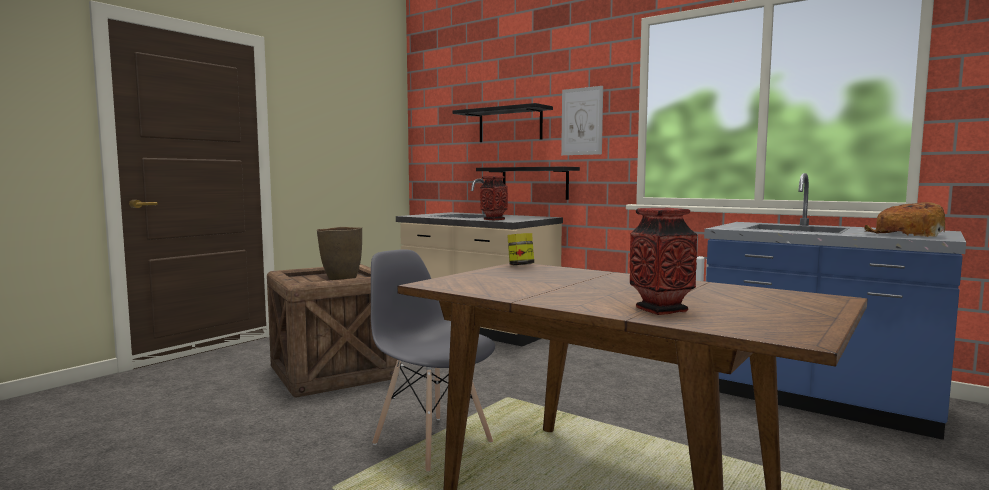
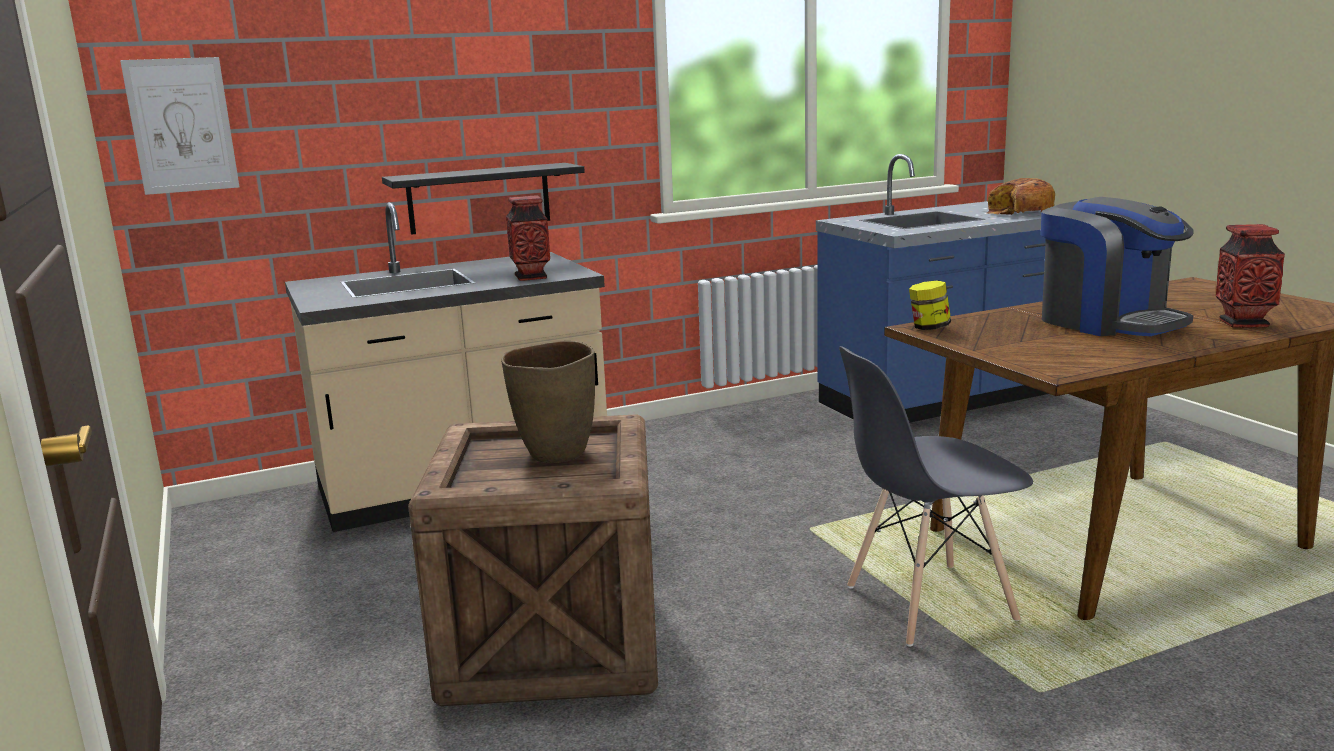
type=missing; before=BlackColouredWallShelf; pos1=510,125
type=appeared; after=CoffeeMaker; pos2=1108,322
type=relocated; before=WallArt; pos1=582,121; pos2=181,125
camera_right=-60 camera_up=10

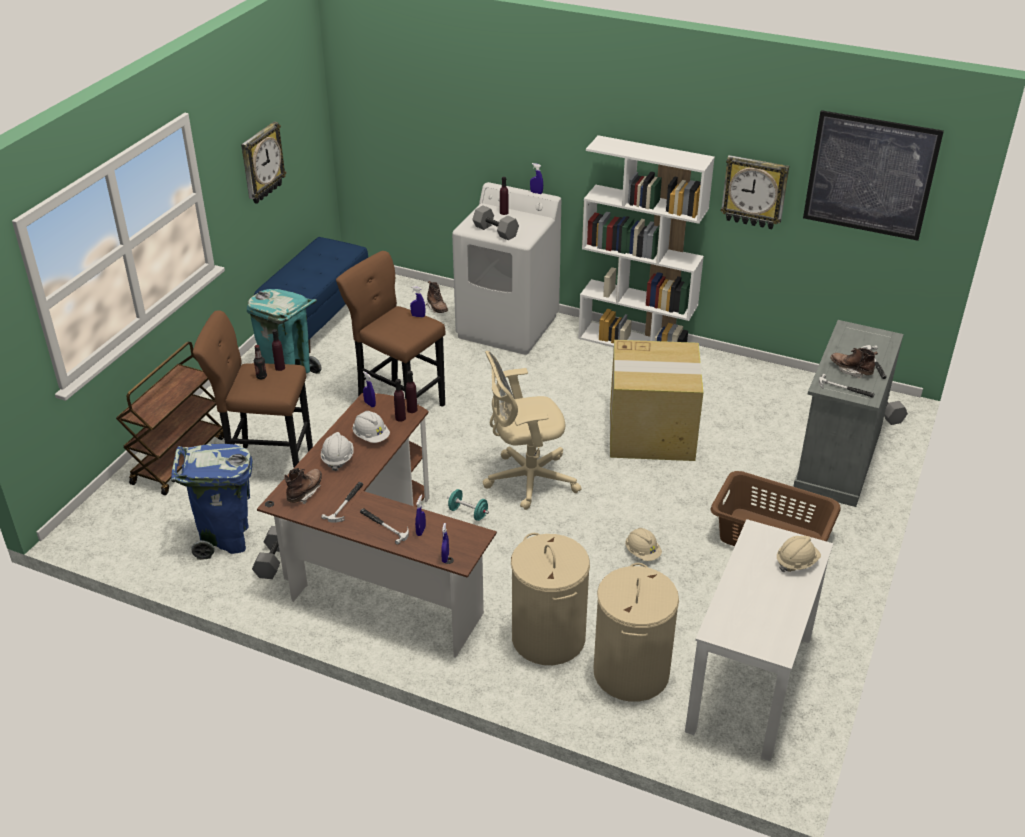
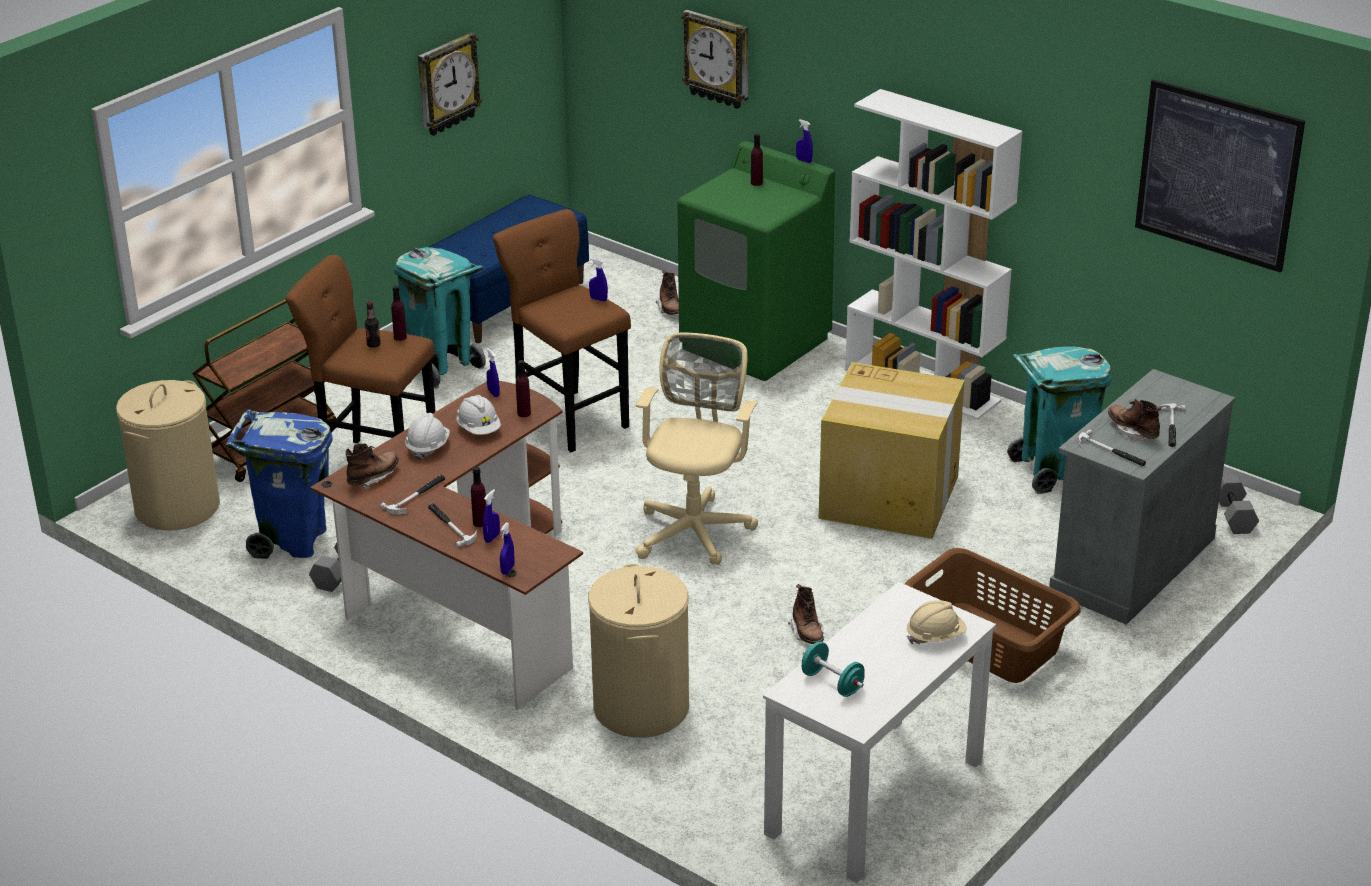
type=missing; before=GrayDumbbell; pos1=496,231
type=appeared; after=TurquoiseColouredWasteBin; pos2=1052,471
type=relocated; before=PurpleBeverageBottle; pos1=412,410; pos2=480,523
type=relocated; before=TurquoiseColouredDumbbell; pos1=468,513; pos2=832,683
type=relocated; before=SandColouredLaundryBasket; pos1=630,672; pos2=177,507
type=relocated; before=WallClock; pos1=754,192; pos2=718,59
type=exchanged; before=SandColouredWorkHelmet; after=BrownishBoot; pos1=642,553; pos2=807,634
type=colour; before=WhiteWashingMachine; after=GreenColouredWashingMachine; pos1=508,327; pos2=755,343
type=spun; before=SandColouredOfficeChair; pos1=526,480; pos2=695,529; turn=105
camera_right=15 camera_up=-5

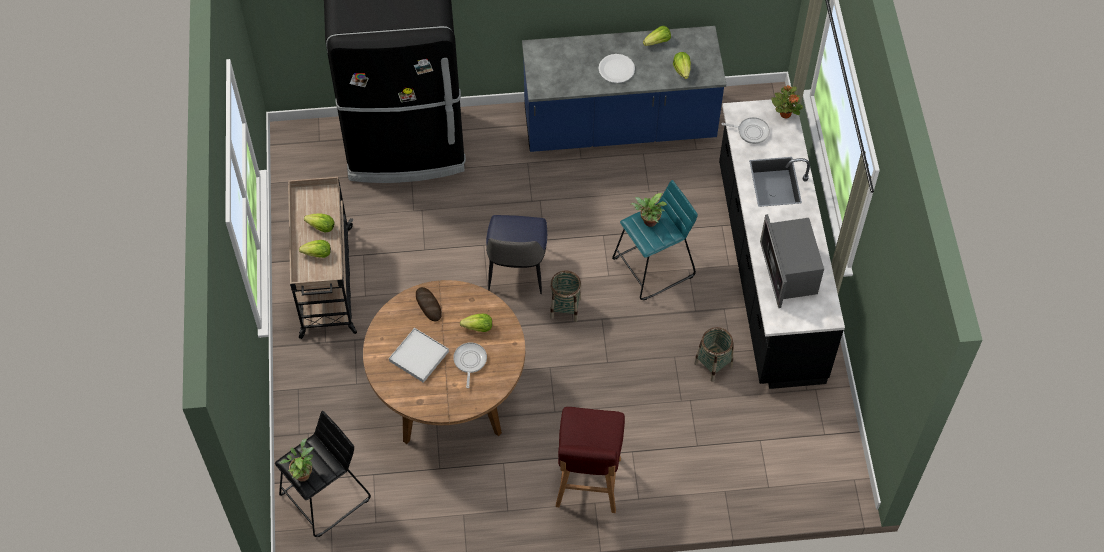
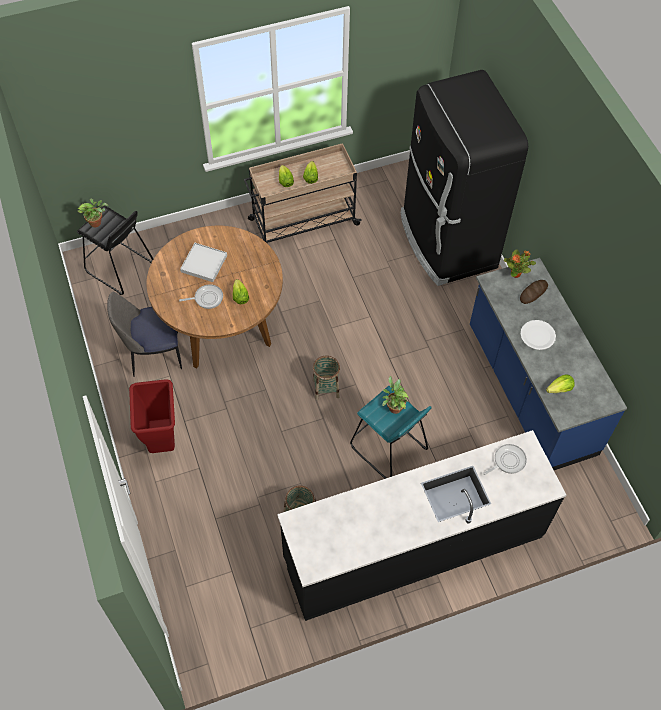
type=missing; before=HeadOfLettuce; pos1=657,42
type=missing; before=KitchenMicrowave; pos1=789,271
type=relocated; before=BakeryBread; pos1=428,305; pos2=533,293
type=relocated; before=Chair; pos1=516,271; pos2=153,354
type=relocated; before=Houseplant; pos1=785,113; pos2=516,273
type=exchanged; before=RedColouredStoolSeat; after=RedColouredWasteBin; pos1=588,484; pos2=161,440
type=spun; before=FryingPan; pos1=751,131; pos2=507,461; turn=-120
camera_right=75 camera_up=0

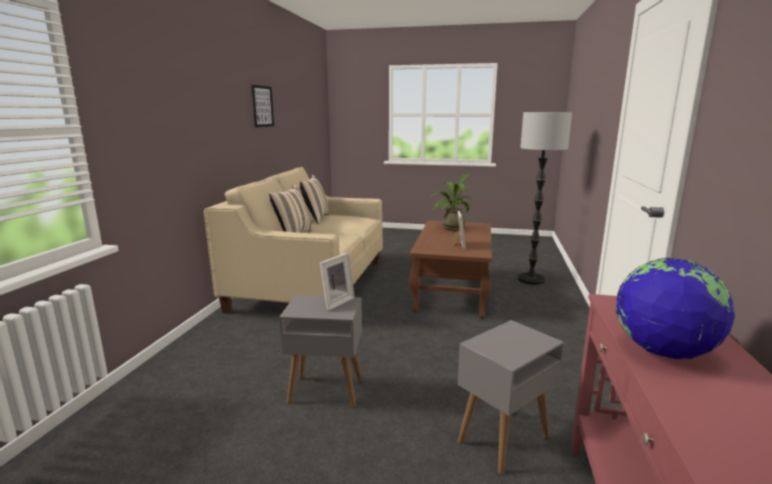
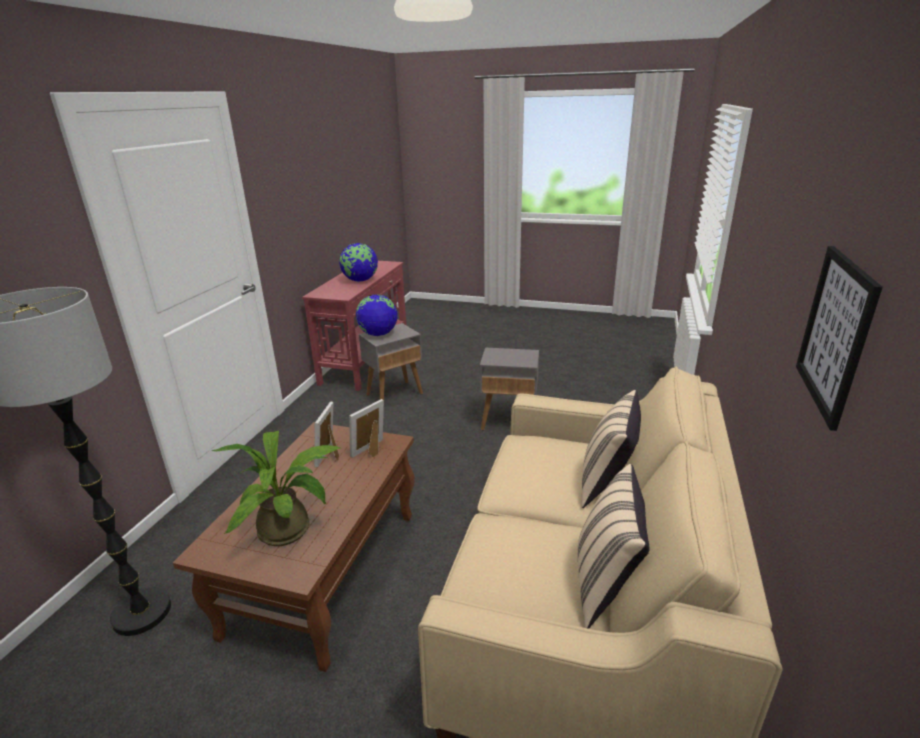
type=appeared; after=Globe; pos2=378,334
type=relocated; before=PictureFrame; pos1=335,302; pos2=371,451
camera_right=-175 camera_up=10

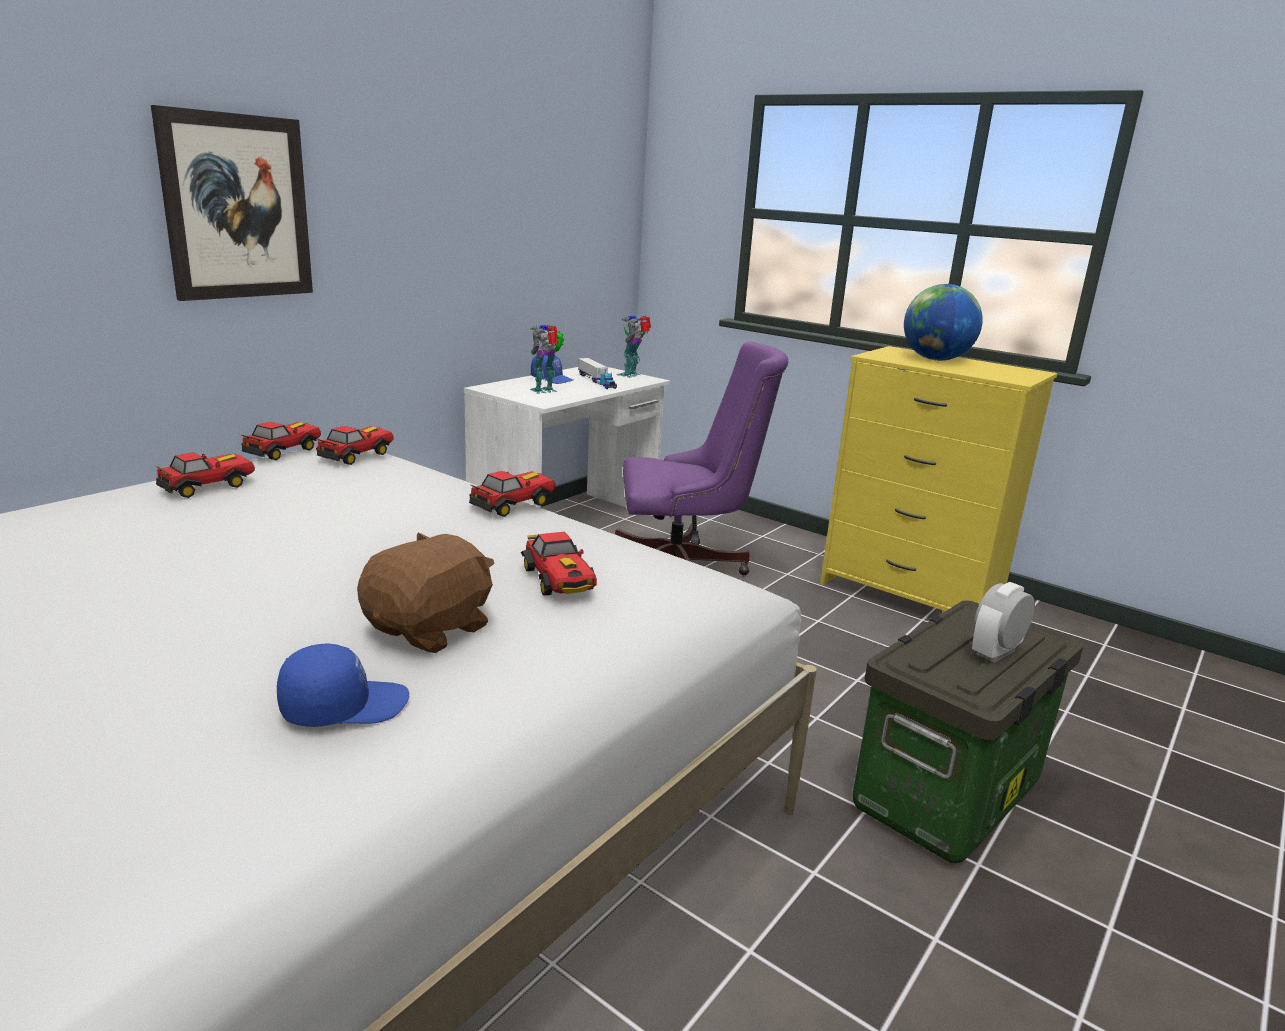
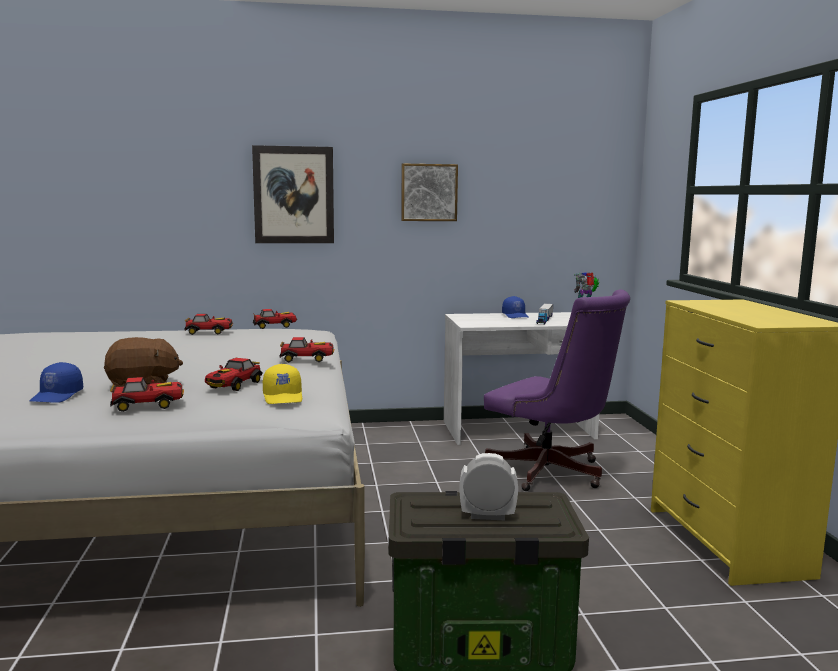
type=missing; before=RobotFigure; pos1=545,391
type=missing; before=Globe; pos1=935,360
type=appeared; after=YellowPeakedCap; pos2=284,397
type=appeared; after=WallArt; pos2=428,192
type=relocated; before=ToyCar; pos1=357,455; pos2=148,405
type=spun; before=BluePeakedCap; pos1=344,706; pos2=57,396; turn=75
camera_right=45 camera_up=-10

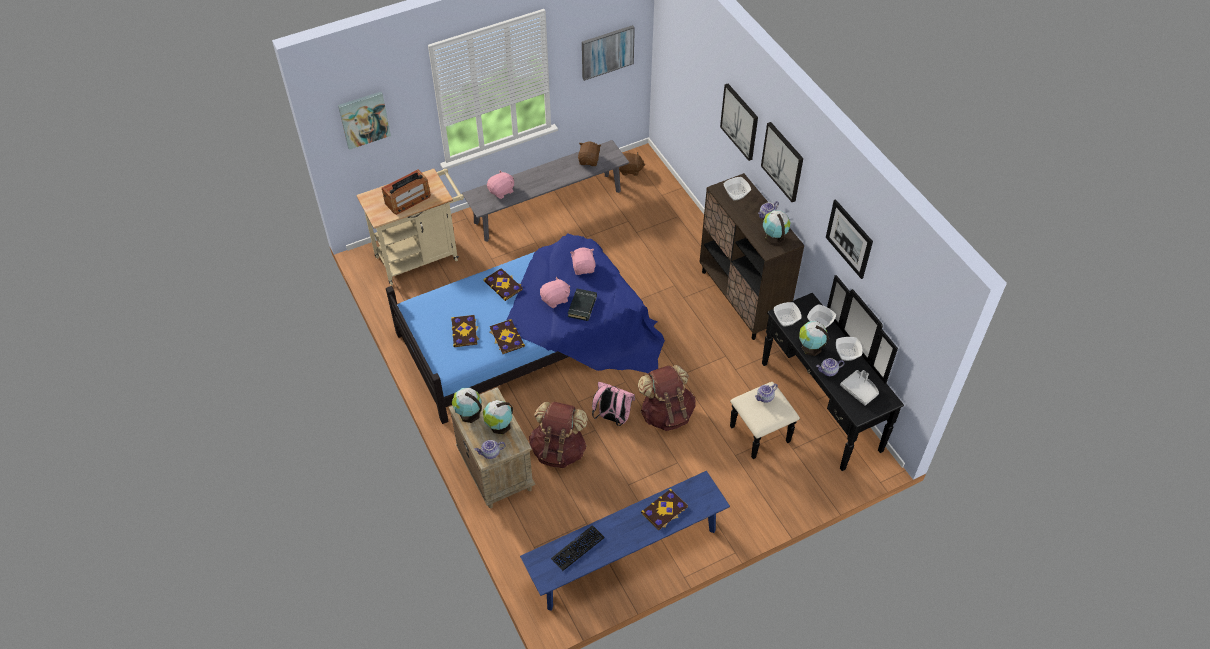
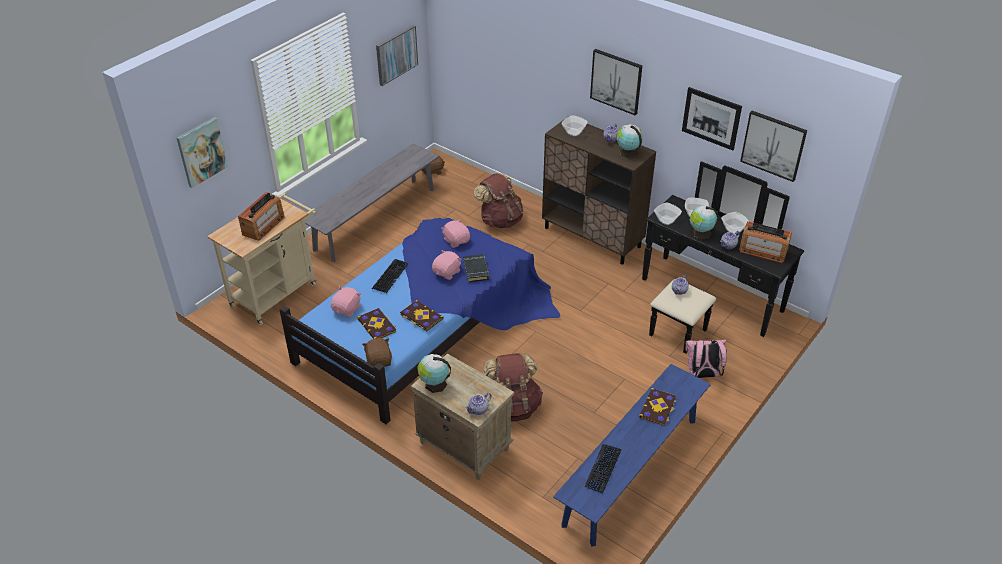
type=missing; before=Globe; pos1=499,426
type=relocated; before=PinkColouredPlushToy; pos1=501,191; pos2=347,309
type=relocated; before=BrownishPlushToy; pos1=589,160; pos2=379,361
type=relocated; before=PinkColouredRucksack; pos1=612,417; pos2=702,375
type=relocated; before=BrownishRucksack; pos1=666,413; pos2=500,220
type=relocated; before=WallArt; pos1=740,121; pos2=773,145
type=exchanged; before=BoundBook; after=Keyboard; pos1=503,285; pos2=390,276
type=exchanged; before=GrayTray; after=RadioReceiver; pos1=859,390; pos2=763,251
camera_right=-25 camera_up=-10

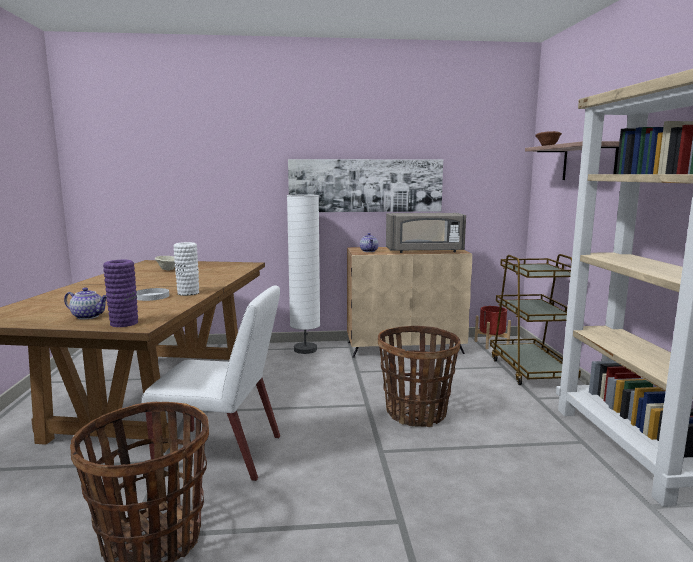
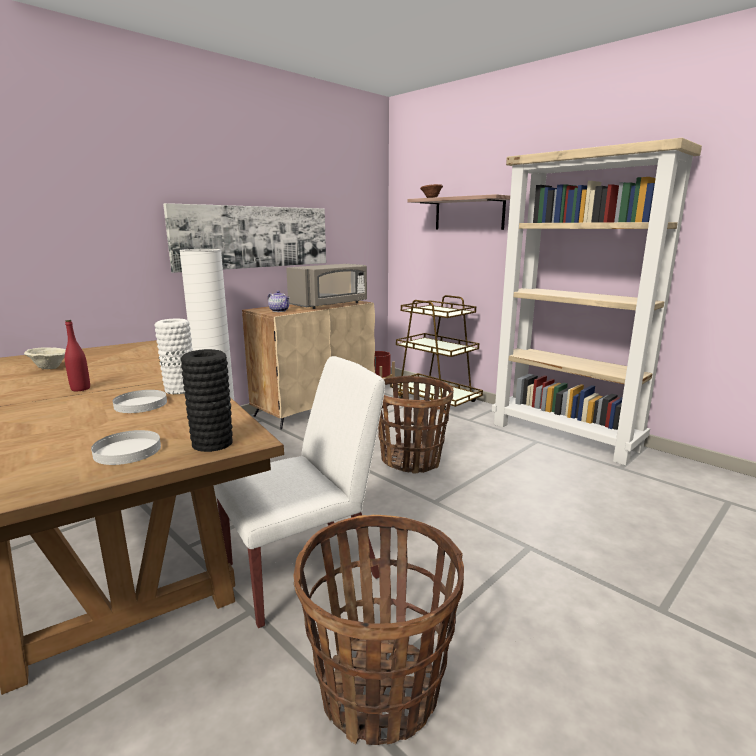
type=appeared; after=RedColouredBeverageBottle; pos2=80,389
type=exchanged; before=PotForTea; after=WhitePlate; pos1=89,316; pos2=127,450
type=colour; before=PurpleDecorativeVase; after=BlackColouredDecorativeVase; pos1=124,323; pos2=212,443
camera_right=-40 camera_up=5

